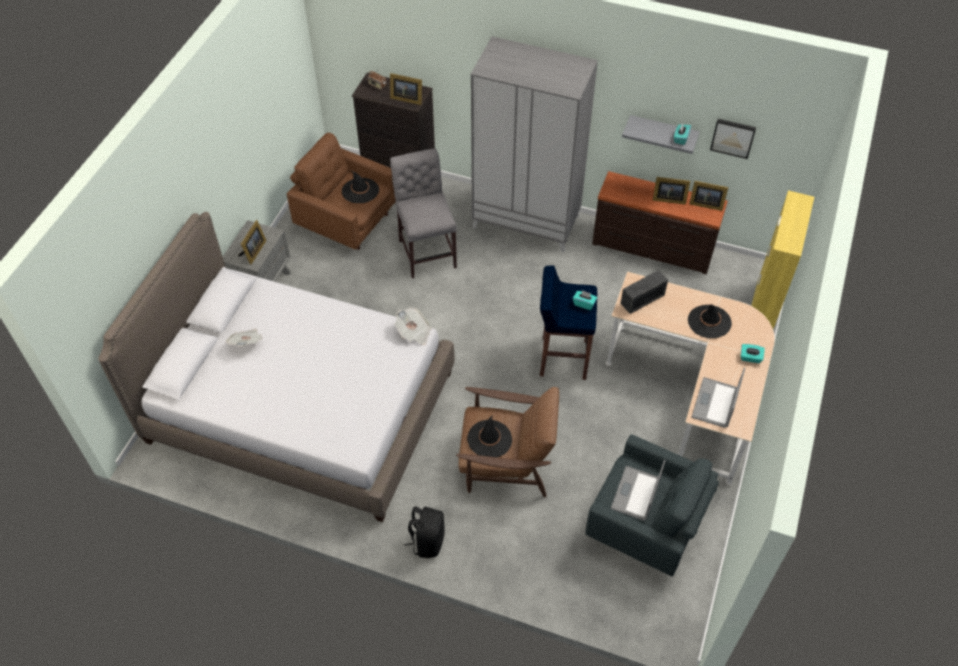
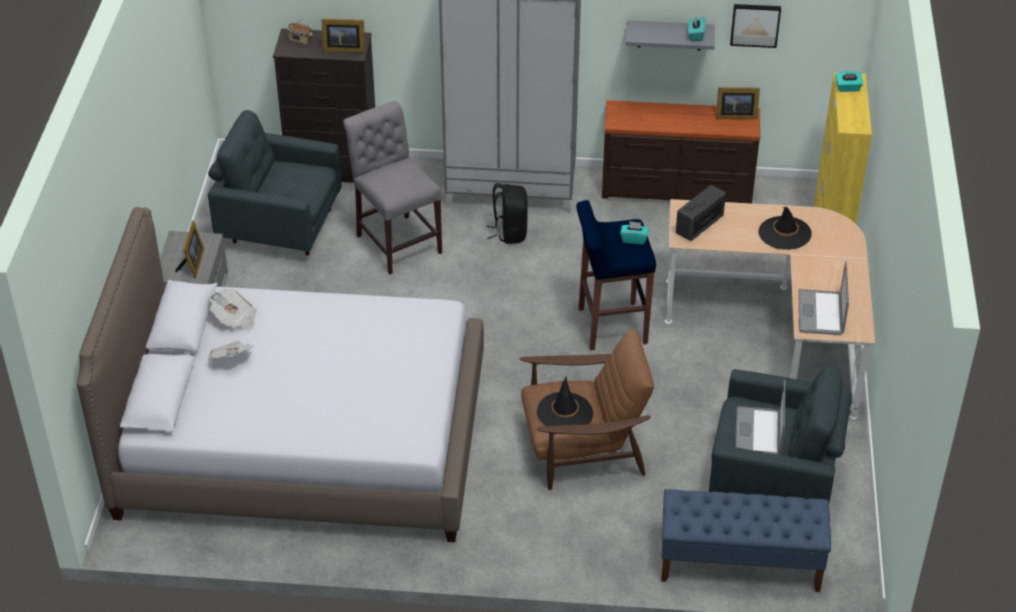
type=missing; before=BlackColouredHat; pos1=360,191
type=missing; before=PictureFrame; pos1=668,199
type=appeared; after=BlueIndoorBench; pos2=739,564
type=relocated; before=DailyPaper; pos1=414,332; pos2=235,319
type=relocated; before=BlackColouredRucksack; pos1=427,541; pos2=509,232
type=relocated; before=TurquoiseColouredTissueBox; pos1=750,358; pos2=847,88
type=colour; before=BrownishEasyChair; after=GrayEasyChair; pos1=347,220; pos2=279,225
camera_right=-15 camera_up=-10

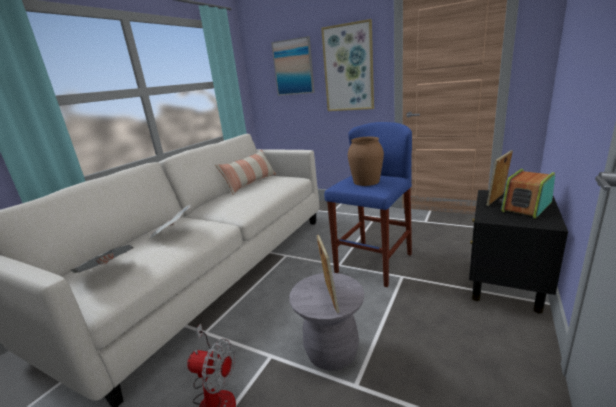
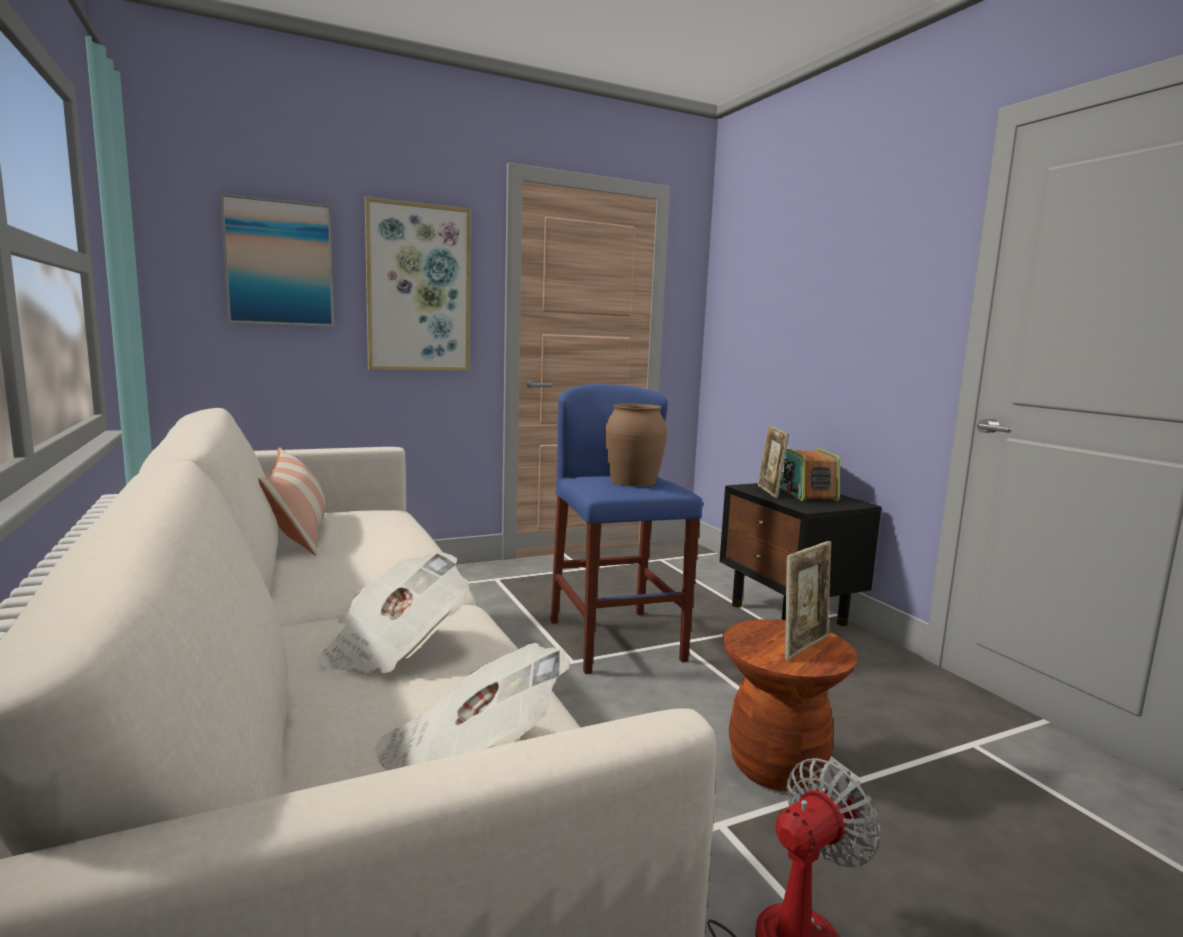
type=colour; before=GrayStoolSeat; after=BrownishStoolSeat; pos1=332,353; pos2=776,766
type=spun; before=PictureFrame; pos1=329,297; pos2=804,646; turn=105
camera_right=-55 camera_up=-10

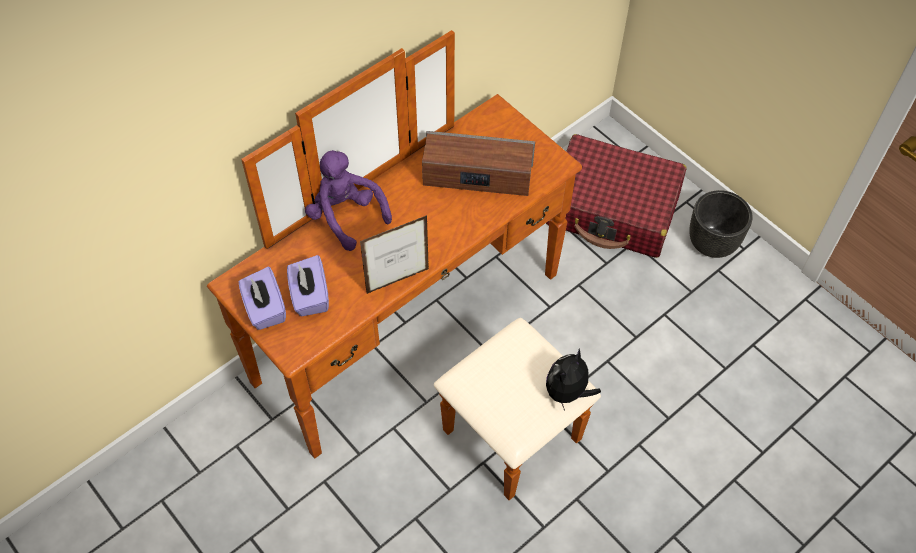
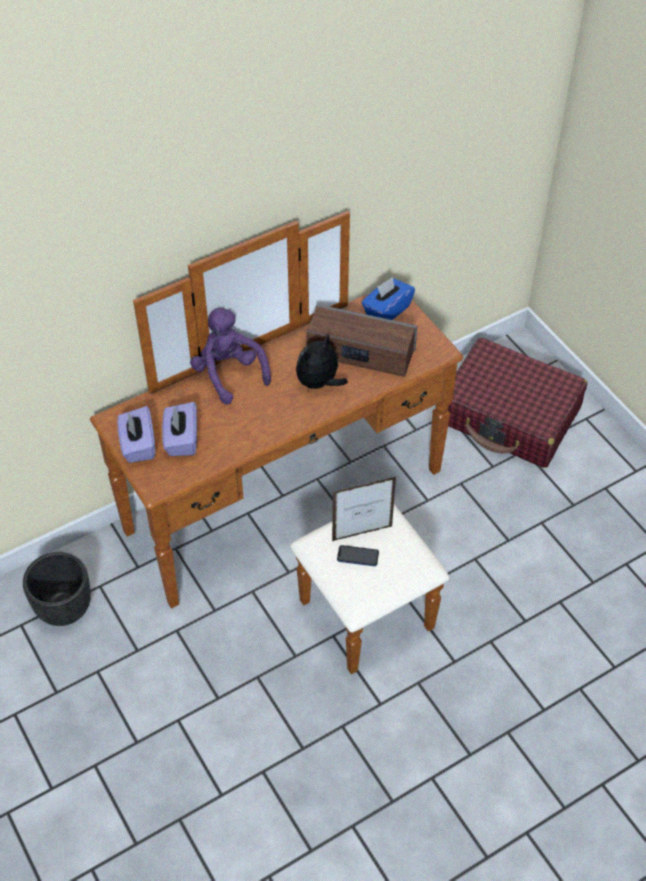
type=appeared; after=Telephone; pos2=358,556
type=appeared; after=BlueTissueBox; pos2=387,310
type=relocated; before=PictureFrame; pos1=398,281; pos2=362,533
type=relocated; before=PlushToy; pos1=567,392; pos2=319,383
type=relocated; before=BlackColouredPlantPot; pos1=713,243; pos2=65,608
camera_right=10 camera_up=-5

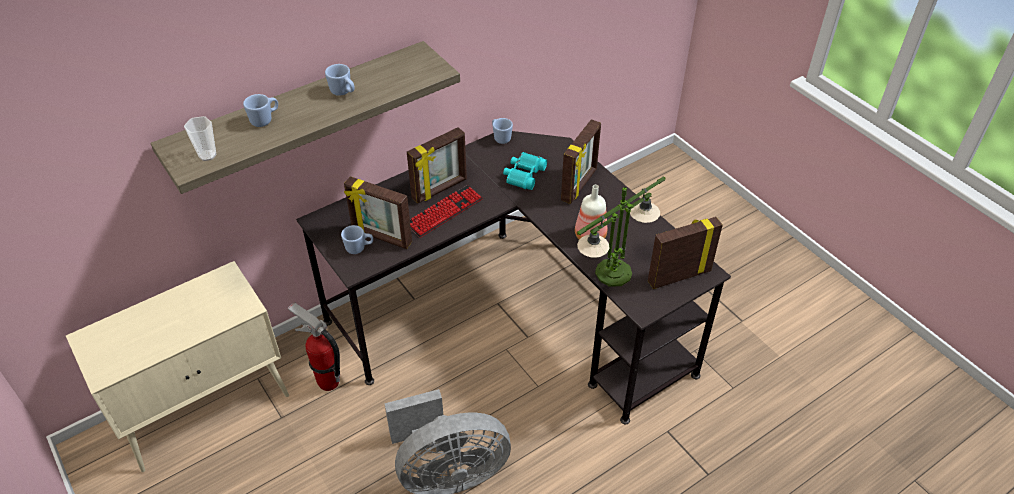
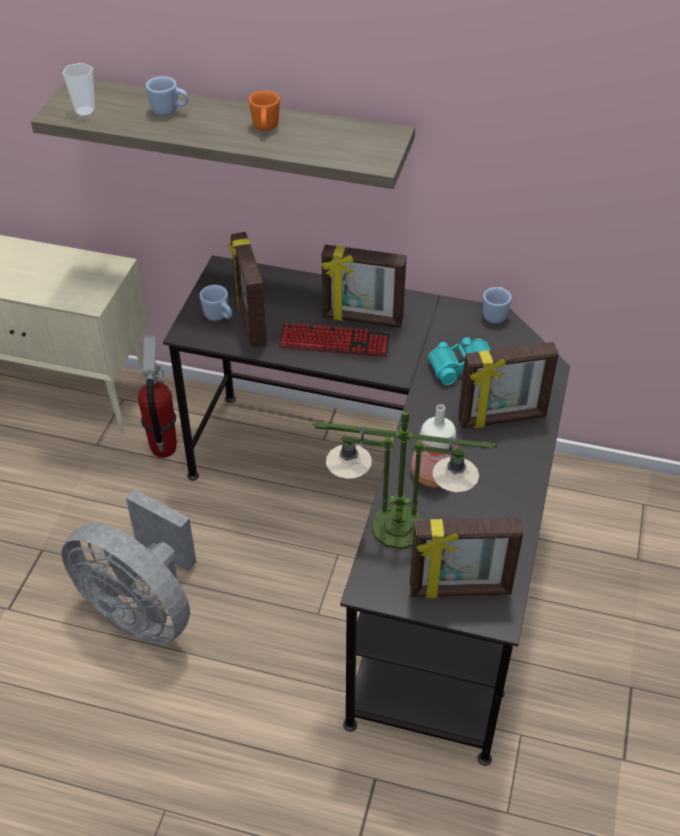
type=colour; before=BlueCoffeeMug; after=OrangeCoffeeMug; pos1=343,92; pos2=265,128
type=spun; before=PictureFrame; pos1=678,275; pos2=460,590; turn=150
camera_right=50 camera_up=0

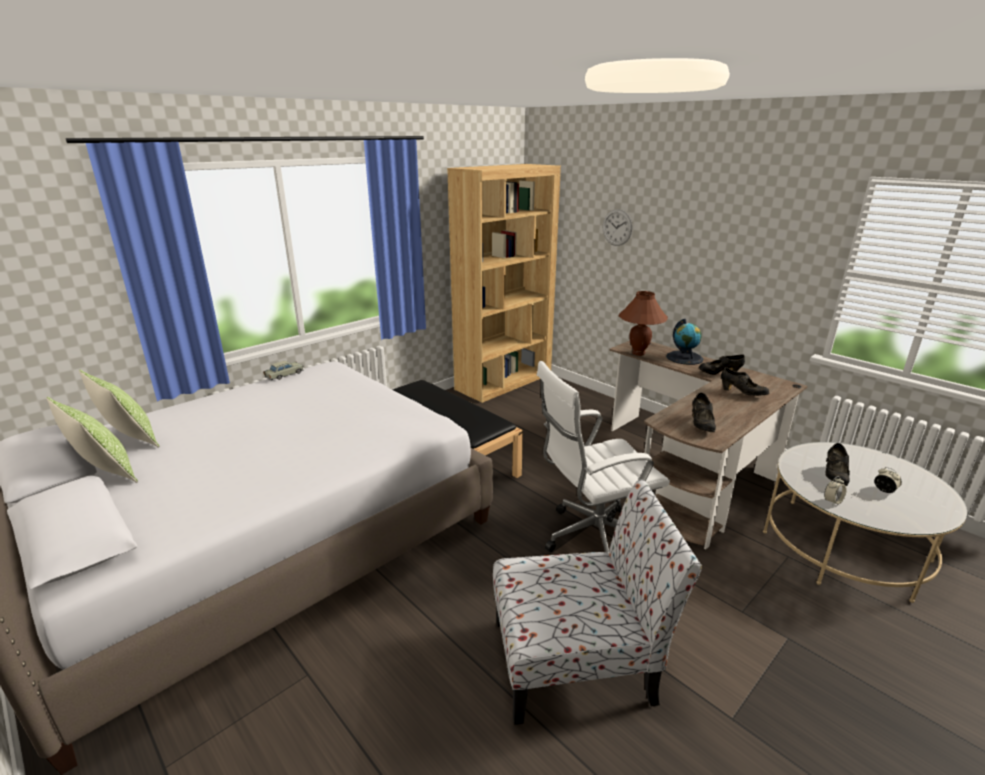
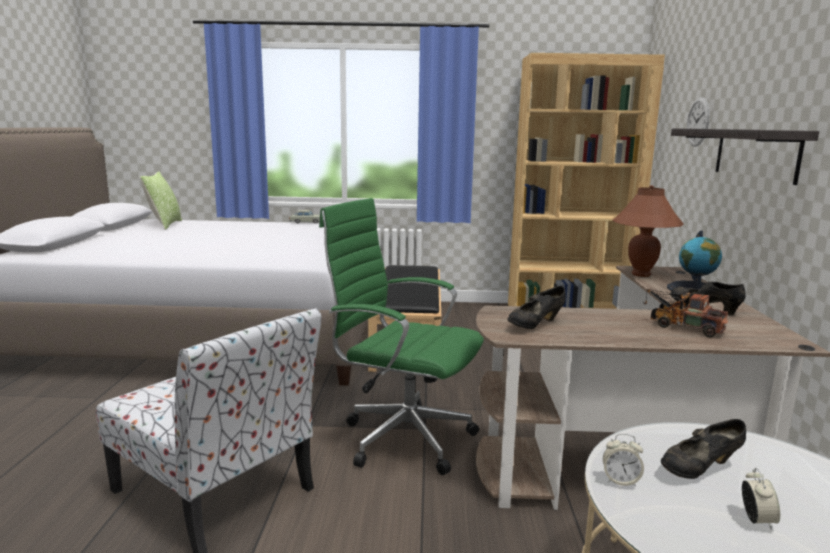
type=missing; before=Pillow; pos1=105,473
type=appeared; after=WallShelf; pos2=755,154
type=exchanged; before=BlackColouredShoe; after=ToyTruck; pos1=742,393; pos2=681,327
type=colour; before=WhiteOfficeChair; after=GreenColouredOfficeChair; pos1=591,539; pos2=402,437
camera_right=45 camera_up=-10

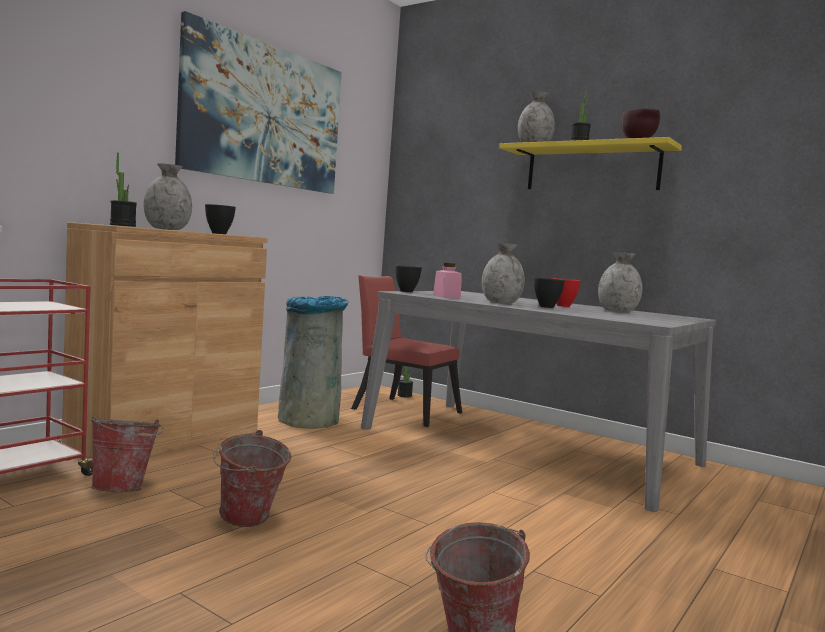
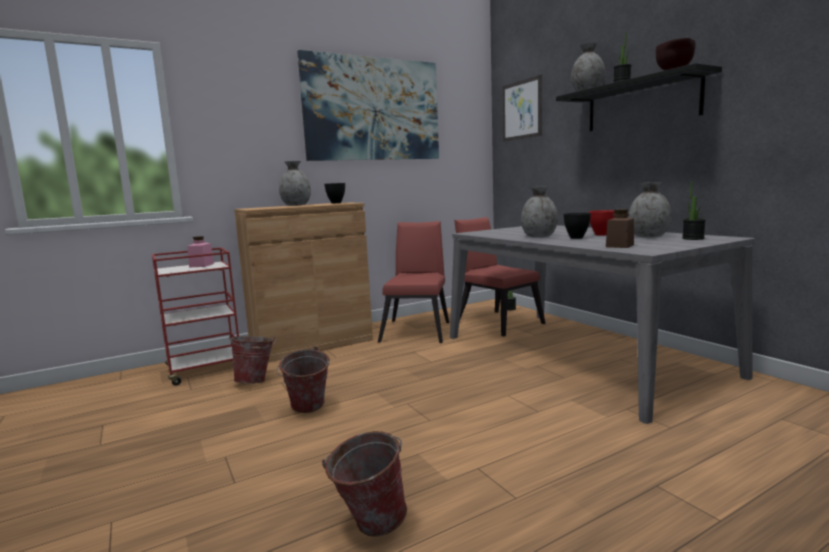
type=missing; before=BlackColouredServingBowl; pos1=405,291
type=appeared; after=WallArt; pos2=521,110
type=appeared; after=BrownishStorageJar; pos2=619,246
type=relocated; before=Houseplant; pos1=122,225; pos2=693,238
type=relocated; before=PinkColouredStorageJar; pos1=446,297; pos2=201,265
type=exchanged; before=GrayWasteBin; after=RedColouredChair; pos1=309,419; pos2=418,330
type=colour; before=YellowWallShelf; after=BlackColouredWallShelf; pos1=592,168; pos2=641,104
camera_right=25 camera_up=5

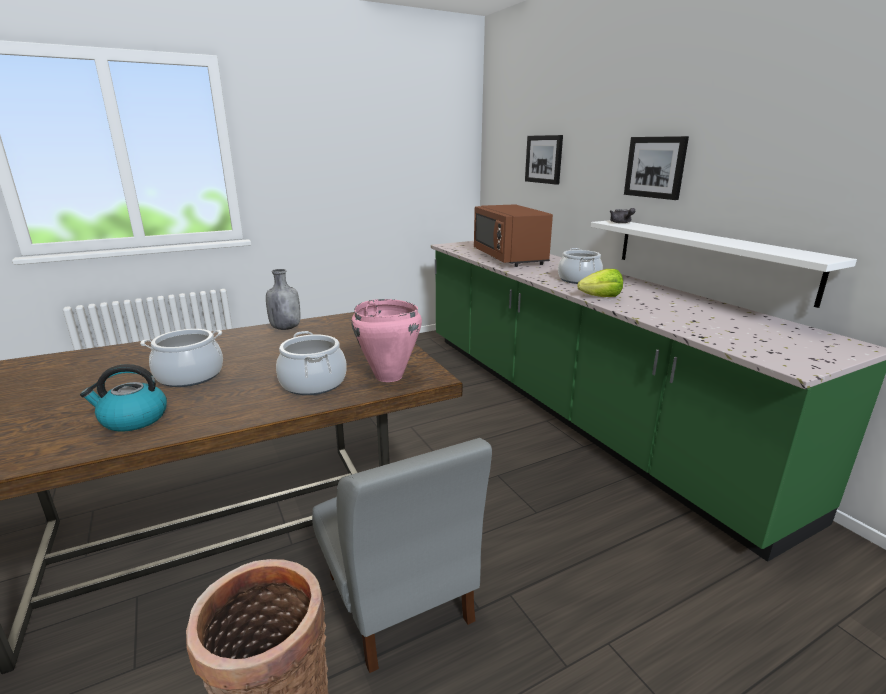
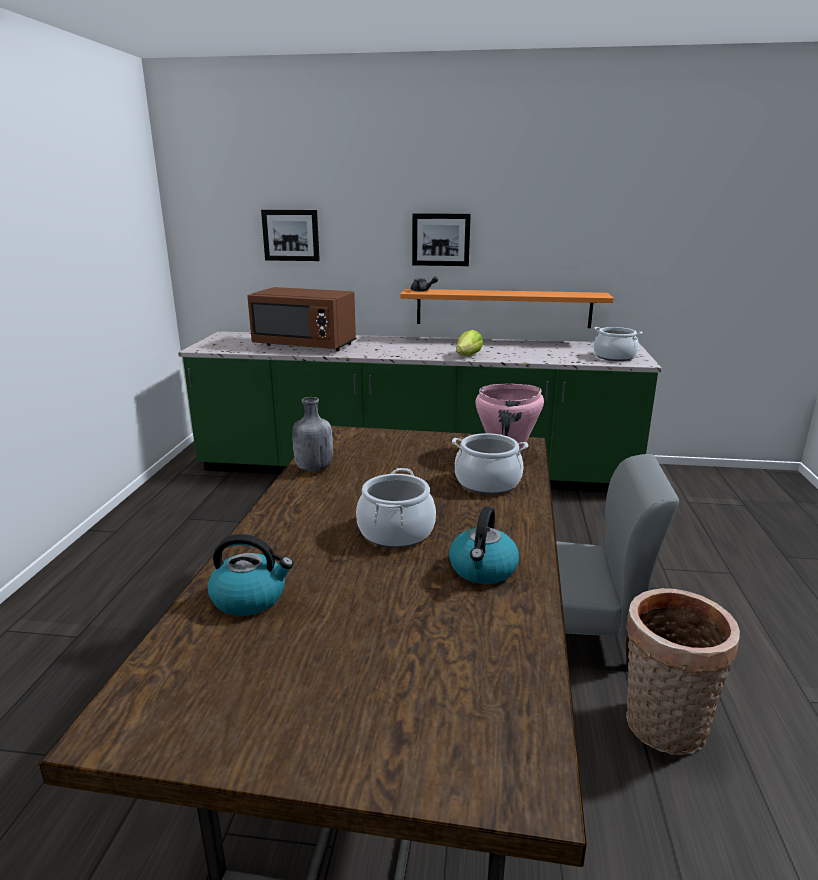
type=appeared; after=TeaKettle; pos2=250,598
type=relocated; before=CookingPot; pos1=578,280; pos2=614,357
type=colour; before=WhiteWallShelf; after=OrangeWallShelf; pos1=708,257; pos2=503,308
camera_right=-55 camera_up=0

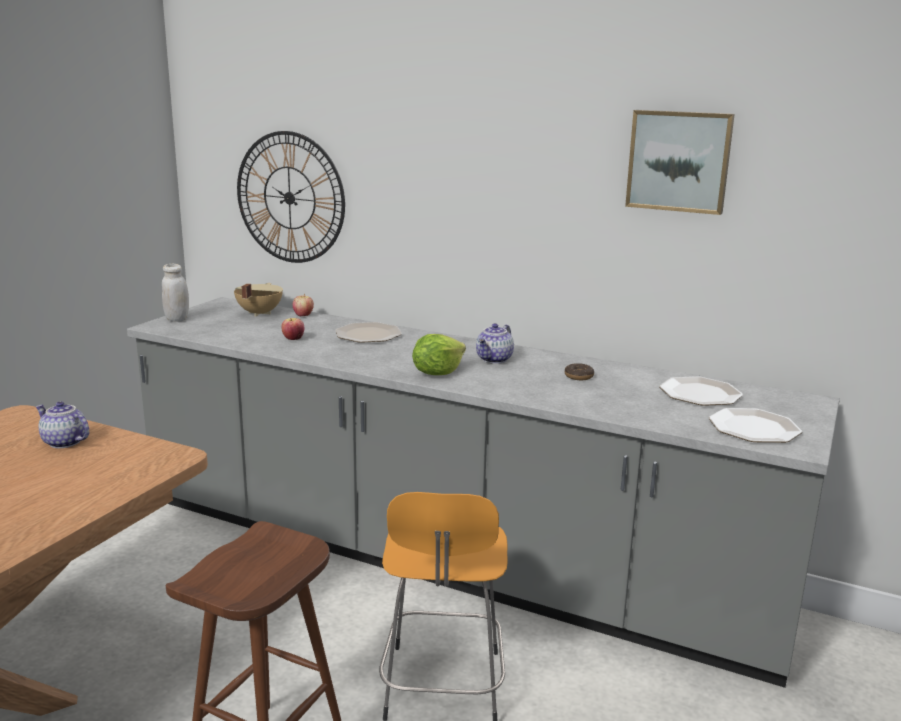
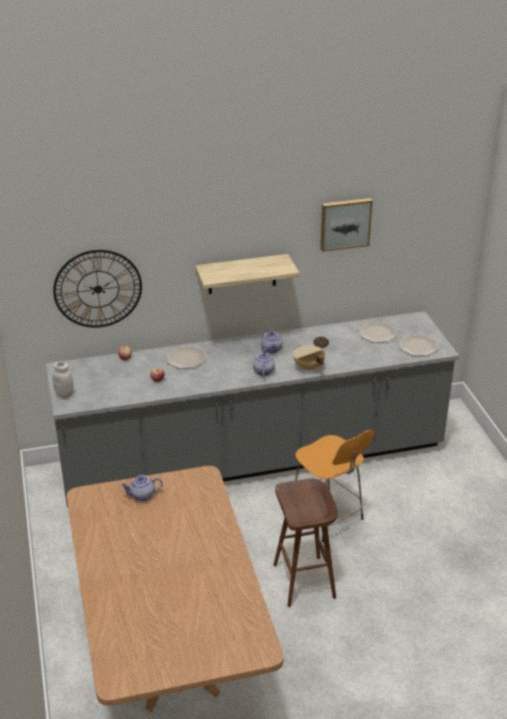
type=appeared; after=WallShelf; pos2=242,274
type=relocated; before=SandColouredCookingPot; pos1=258,313; pos2=308,367
type=exchanged; before=HeadOfLettuce; after=PotForTea; pos1=437,373; pos2=263,371
camera_right=-40 camera_up=15

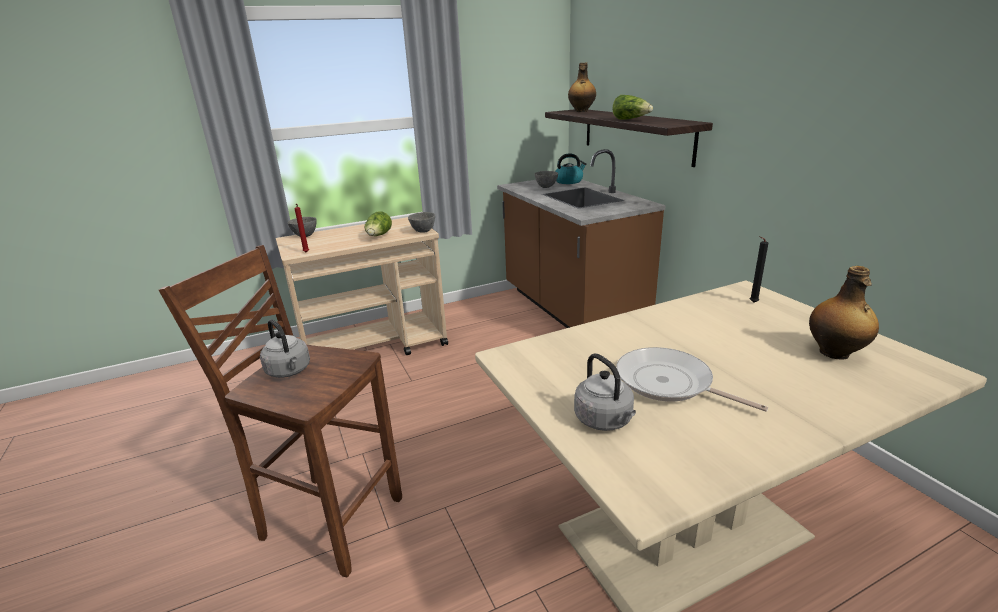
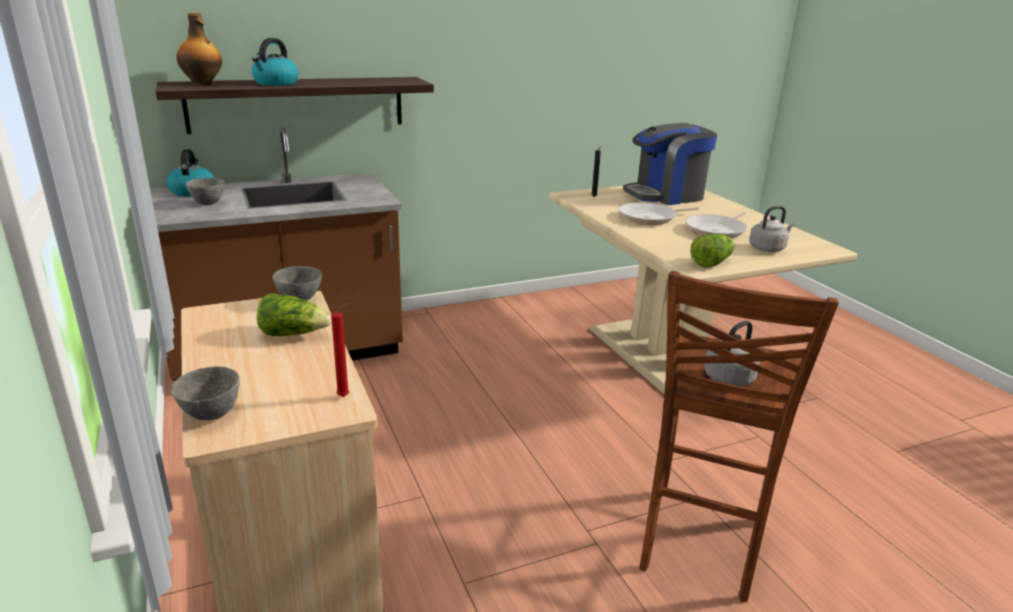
type=appeared; after=TeaKettle; pos2=276,83
type=appeared; after=FryingPan; pos2=650,218
type=relocated; before=HeadOfLettuce; pos1=631,119; pos2=711,262
type=exchanged; before=BeverageBottle; after=CoffeeMaker; pos1=835,353; pos2=666,195
camera_right=-90 camera_up=0

